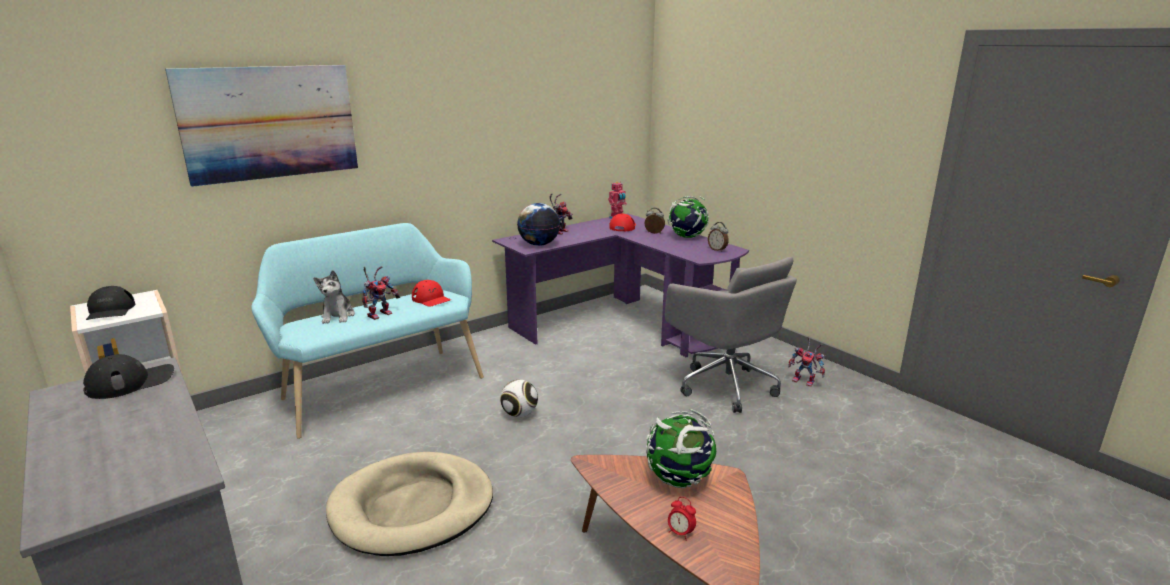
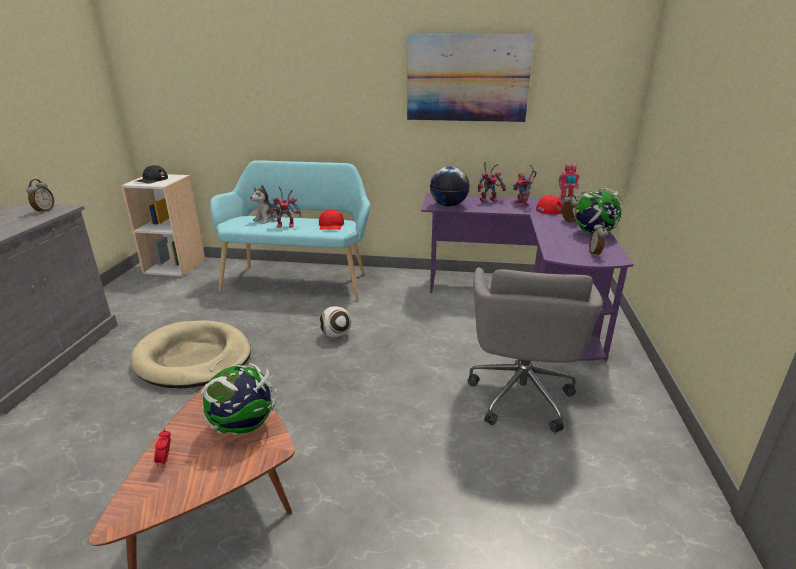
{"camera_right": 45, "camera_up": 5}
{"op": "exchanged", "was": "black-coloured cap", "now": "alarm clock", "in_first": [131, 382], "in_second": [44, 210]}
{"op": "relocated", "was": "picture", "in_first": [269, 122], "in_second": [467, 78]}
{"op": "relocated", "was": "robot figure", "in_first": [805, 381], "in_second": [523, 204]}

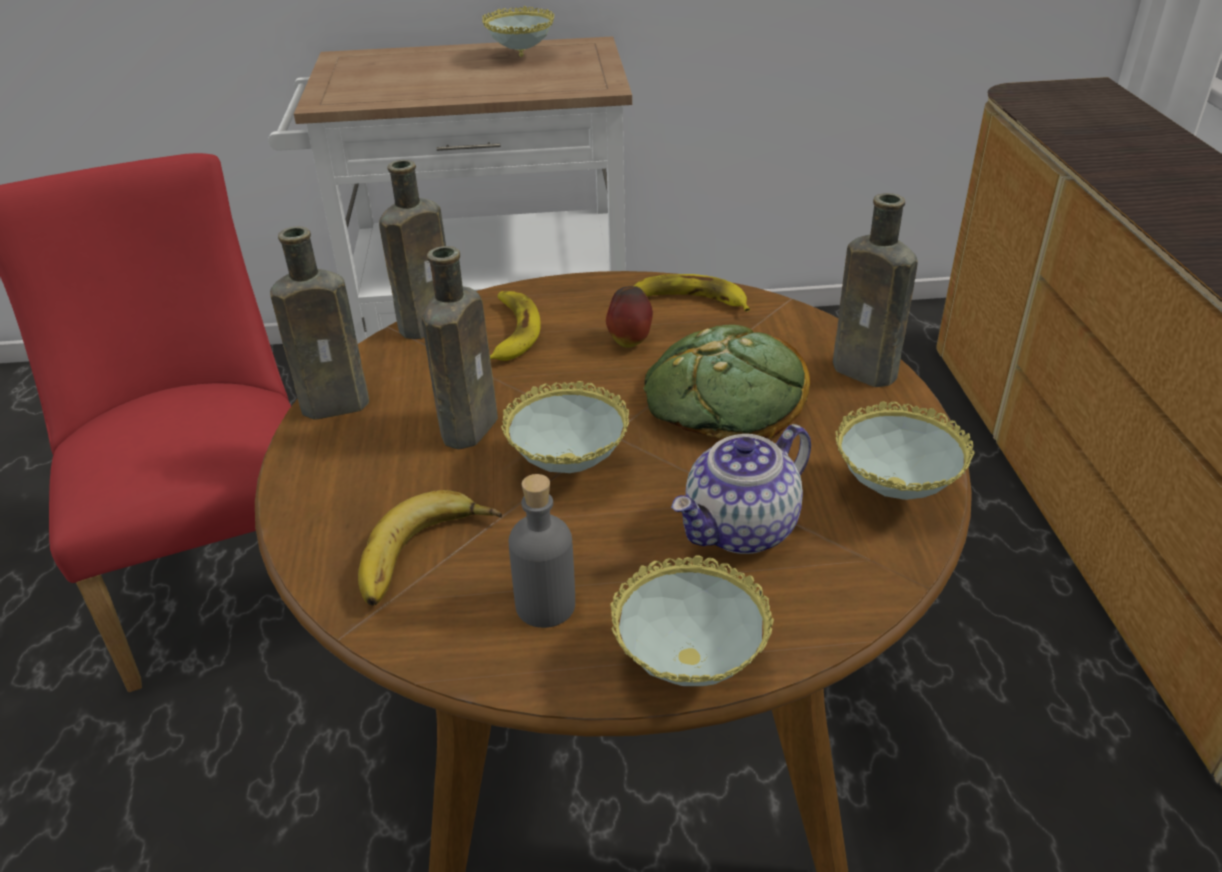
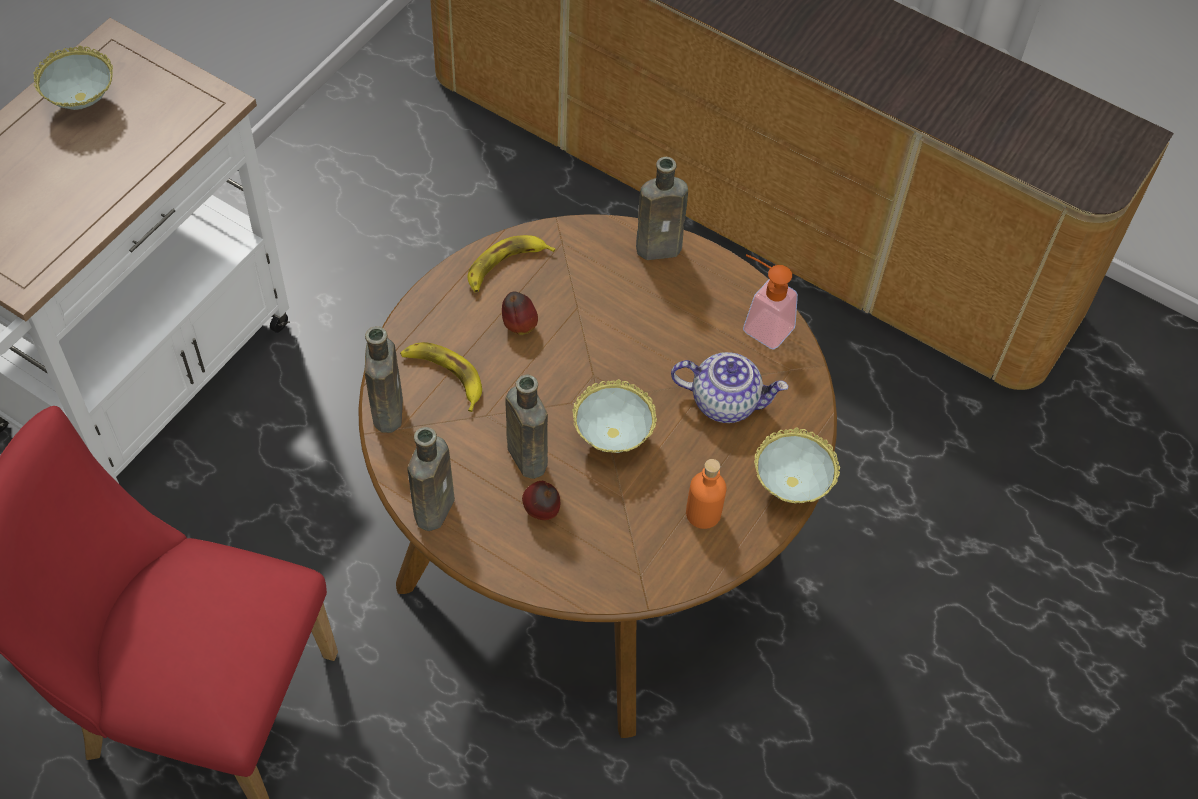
{"camera_right": -55, "camera_up": 20}
{"op": "missing", "was": "banana", "in_first": [428, 558]}
{"op": "colour", "was": "greyish bottle", "now": "orangey bottle", "in_first": [545, 605], "in_second": [703, 513]}
{"op": "missing", "was": "bread", "in_first": [725, 397]}
{"op": "spun", "was": "pot for tea", "in_first": [741, 529], "in_second": [726, 401], "clockwise": -75}
{"op": "exchanged", "was": "bowl", "now": "liquid soap bottle", "in_first": [893, 496], "in_second": [760, 324]}
{"op": "appeared", "now": "apple fruit", "in_second": [542, 512]}

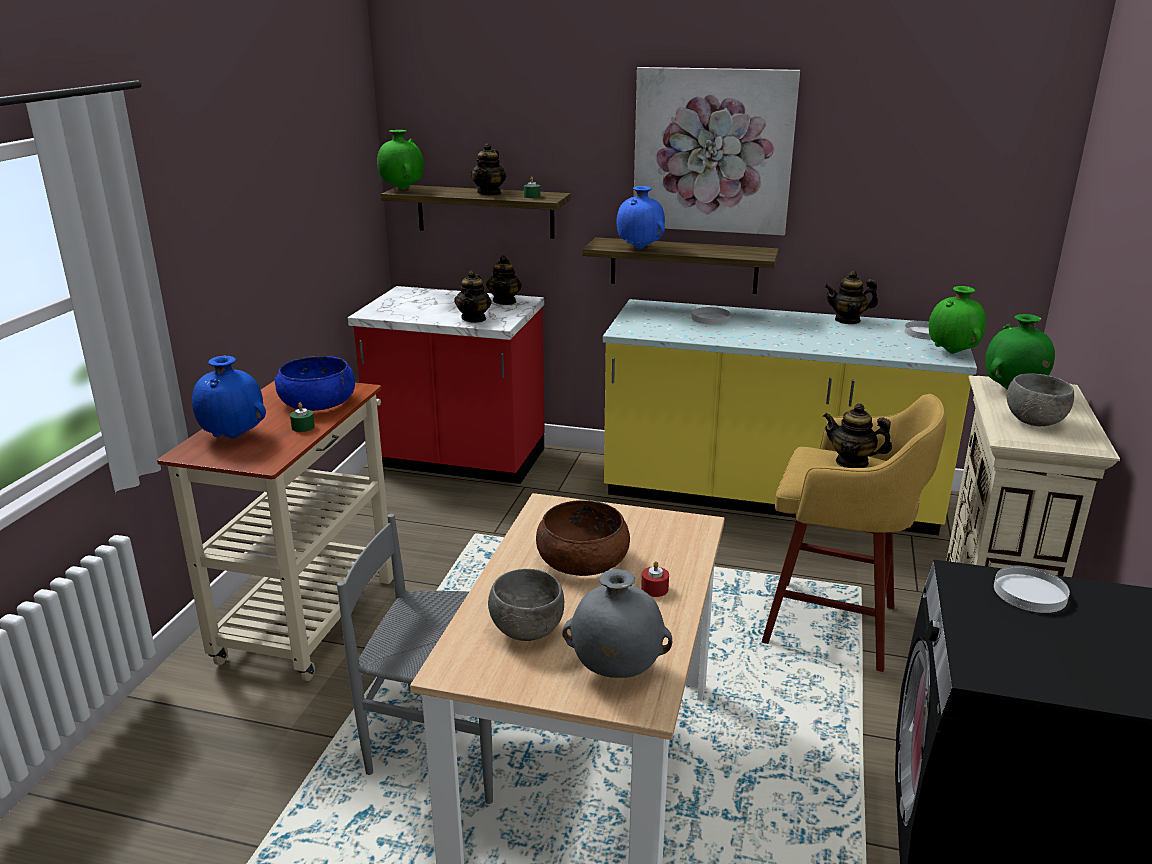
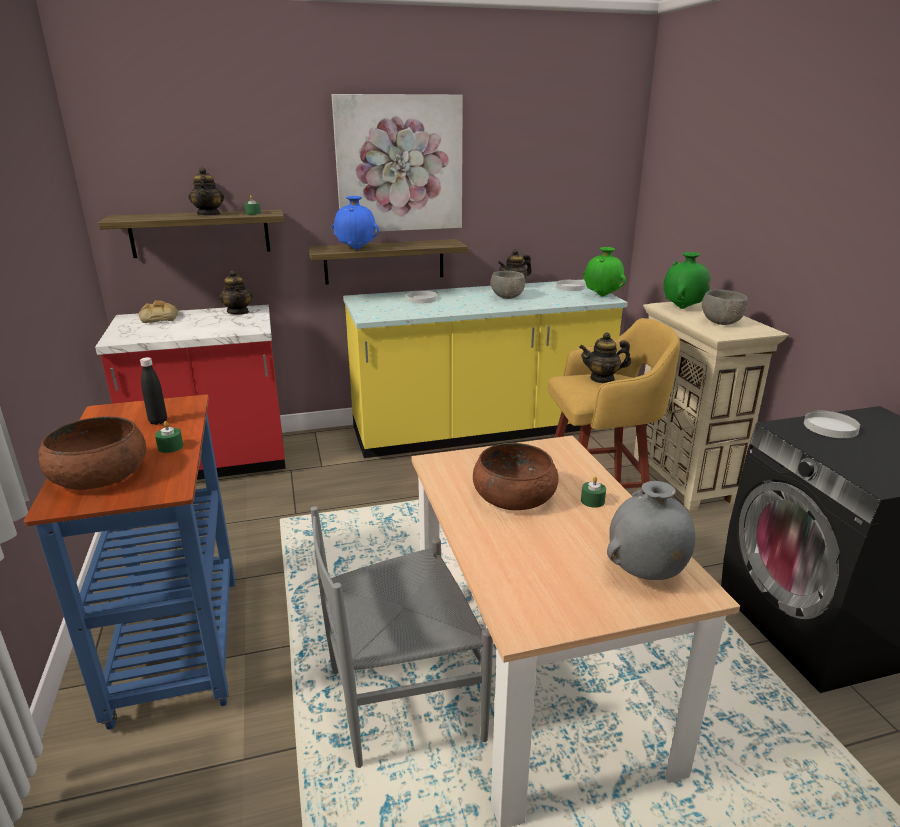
{"camera_right": -30, "camera_up": 0}
{"op": "colour", "was": "beige trolley", "now": "blue-coloured trolley", "in_first": [309, 618], "in_second": [178, 645]}
{"op": "exchanged", "was": "blue-coloured vase", "now": "brown-coloured bowl", "in_first": [234, 437], "in_second": [100, 474]}
{"op": "exchanged", "was": "blue-coloured bowl", "now": "black-coloured bottle", "in_first": [317, 402], "in_second": [158, 421]}
{"op": "missing", "was": "greenish vase", "in_first": [402, 189]}
{"op": "missing", "was": "pot for tea", "in_first": [474, 319]}
{"op": "relocated", "was": "greyish bowl", "in_first": [526, 631], "in_second": [507, 297]}
{"op": "colour", "was": "red candle", "now": "greenish candle", "in_first": [654, 589], "in_second": [592, 501]}
{"op": "appeared", "now": "bread", "in_second": [159, 318]}

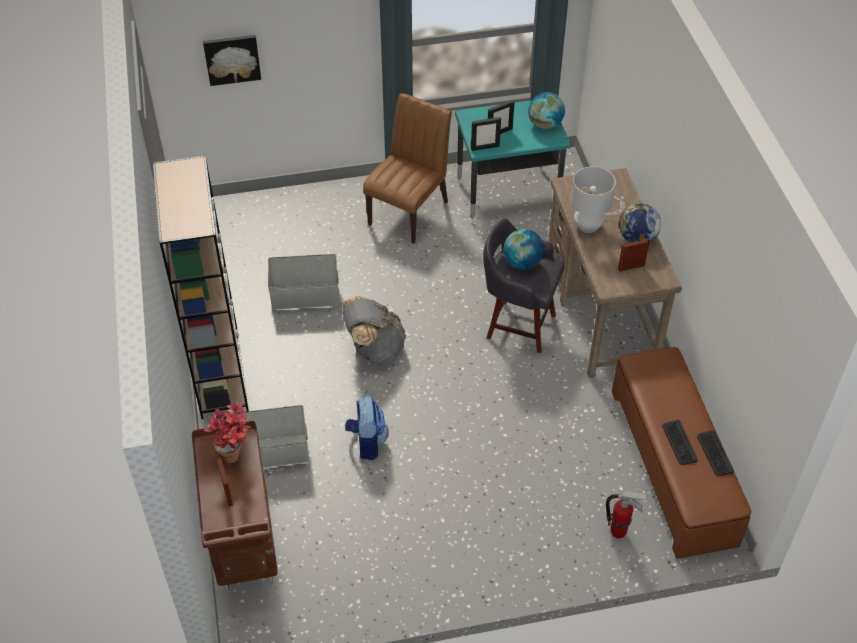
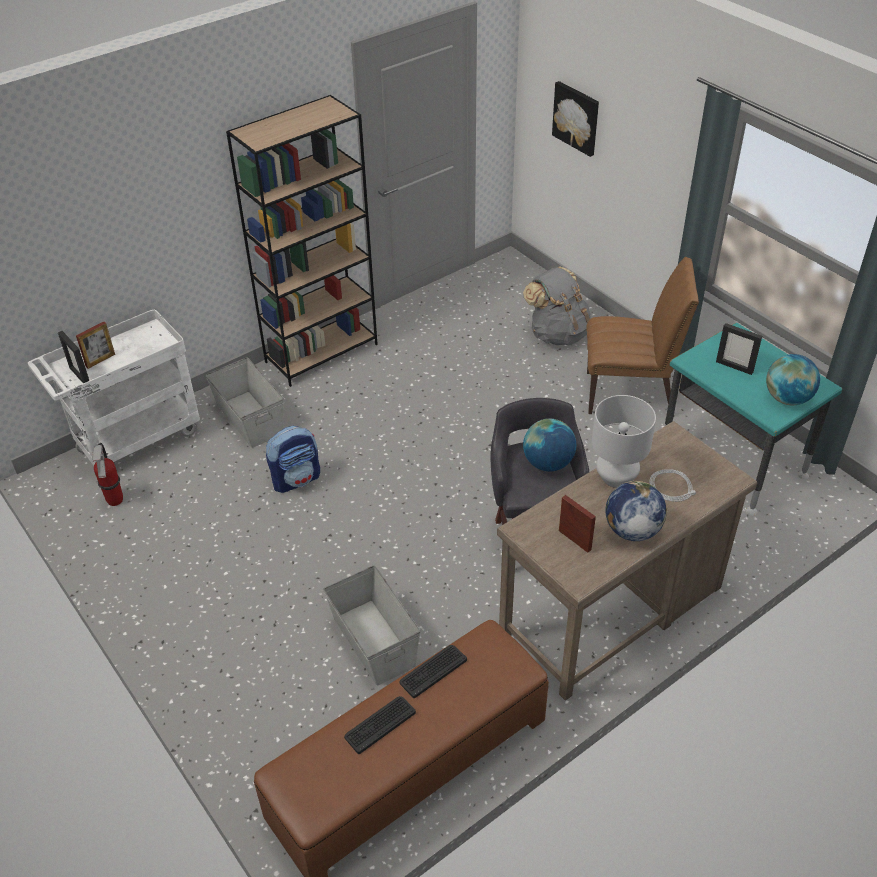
{"camera_right": 65, "camera_up": -5}
{"op": "colour", "was": "brown-coloured trolley", "now": "white-coloured trolley", "in_first": [244, 547], "in_second": [134, 444]}
{"op": "missing", "was": "plant in a pot", "in_first": [235, 453]}
{"op": "relocated", "was": "greyish storage container", "in_first": [305, 295], "in_second": [374, 640]}
{"op": "relocated", "was": "greyish backpack", "in_first": [374, 349], "in_second": [557, 334]}
{"op": "relocated", "was": "standing frame", "in_first": [485, 147], "in_second": [80, 376]}
{"op": "relocated", "was": "fire extinguisher", "in_first": [619, 532], "in_second": [115, 501]}
{"op": "relocated", "was": "PC keyboard", "in_first": [714, 453], "in_second": [433, 671]}

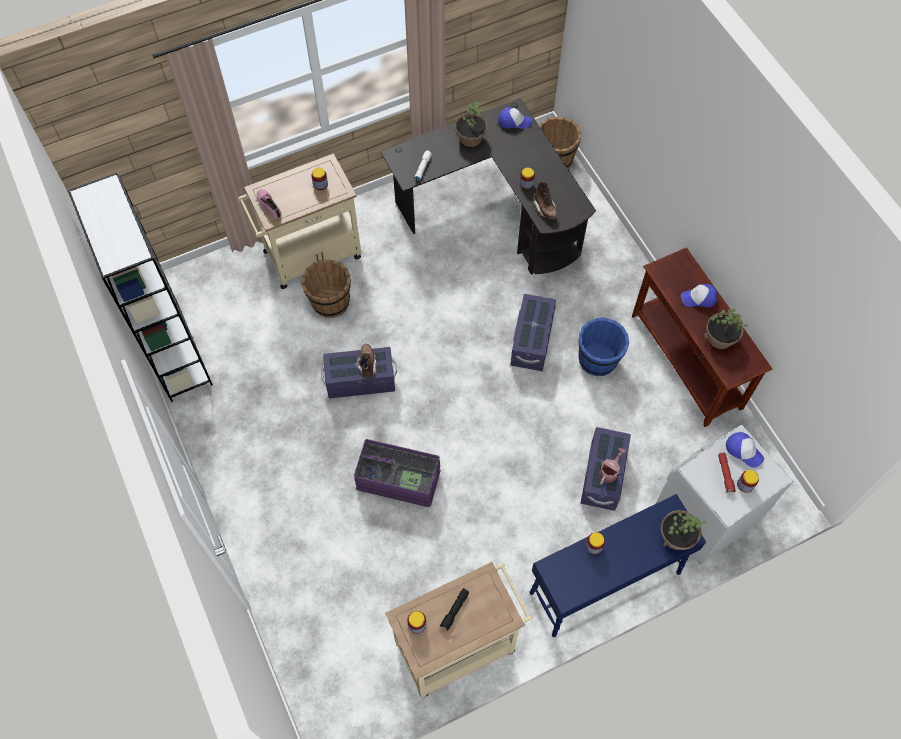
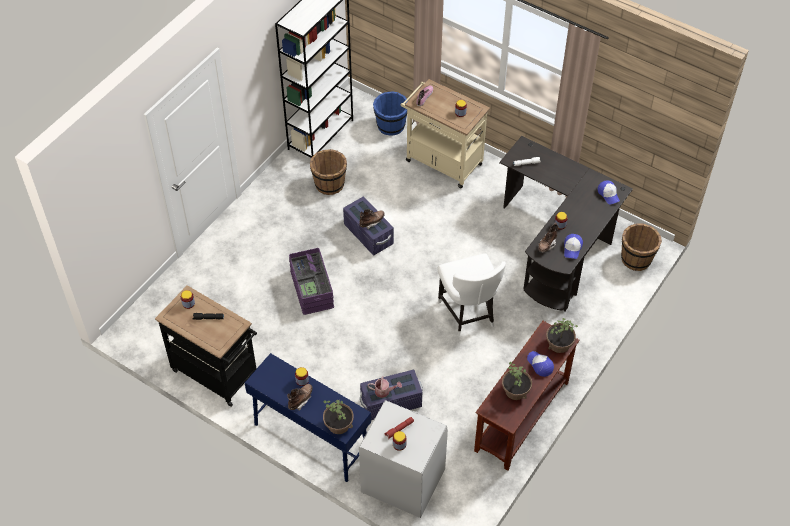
{"camera_right": 60, "camera_up": -10}
{"op": "relocated", "was": "brown-coloured water bucket", "in_first": [330, 302], "in_second": [329, 184]}
{"op": "colour", "was": "beige trolley", "now": "black-coloured trolley", "in_first": [458, 646], "in_second": [217, 375]}
{"op": "relocated", "was": "plant in a pot", "in_first": [470, 138], "in_second": [559, 344]}
{"op": "exchanged", "was": "purple-coloured storage container", "now": "white-coloured chair", "in_first": [531, 341], "in_second": [468, 314]}
{"op": "relocated", "was": "blue-coloured water bucket", "in_first": [598, 360], "in_second": [391, 126]}
{"op": "relocated", "was": "cap", "in_first": [743, 450], "in_second": [572, 248]}
{"op": "appeared", "now": "brown-coloured boot", "in_second": [300, 400]}

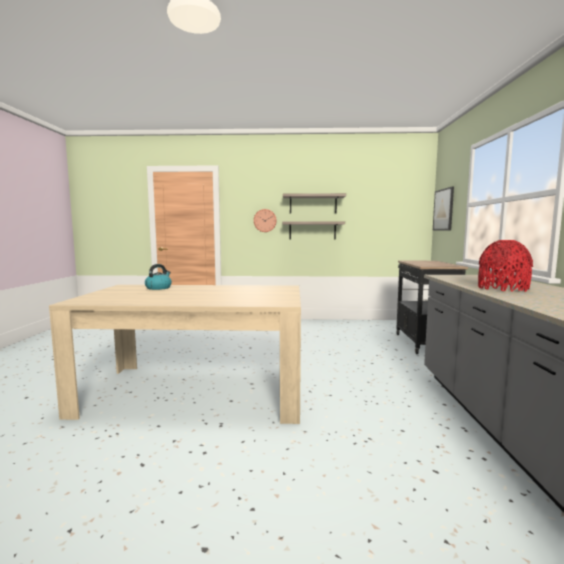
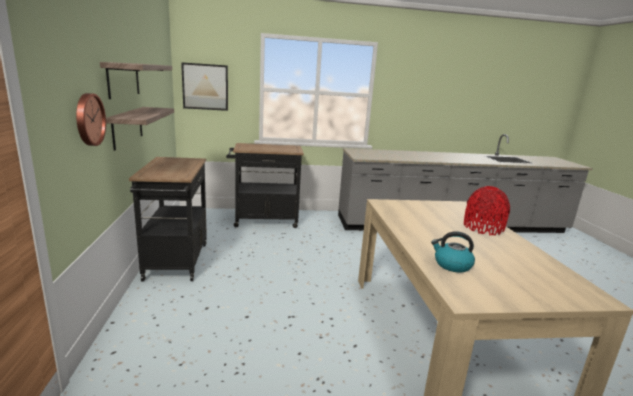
{"camera_right": -100, "camera_up": 10}
{"op": "relocated", "was": "red vase", "in_first": [502, 288], "in_second": [483, 228]}
{"op": "appeared", "now": "black-coloured trolley", "in_second": [176, 263]}

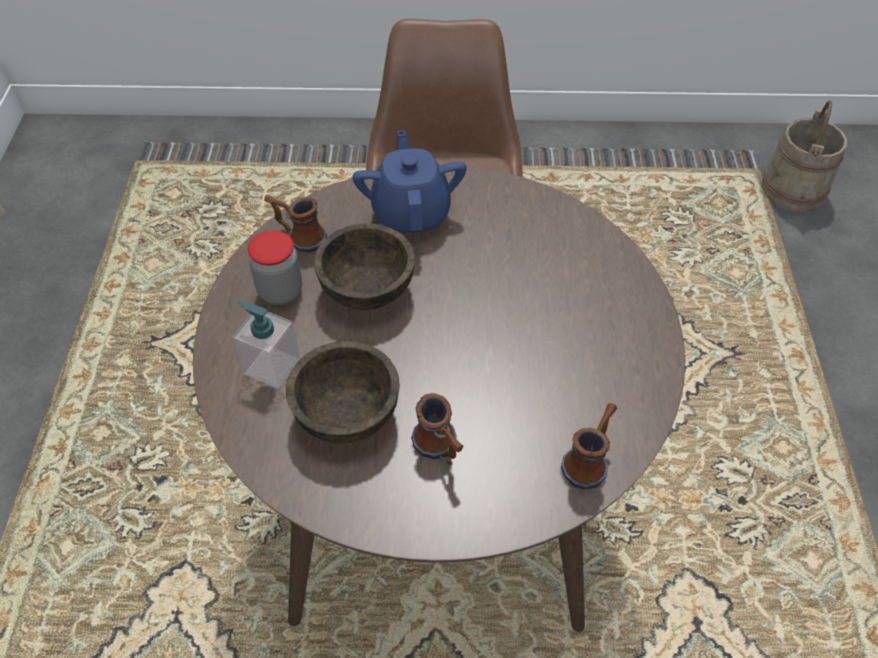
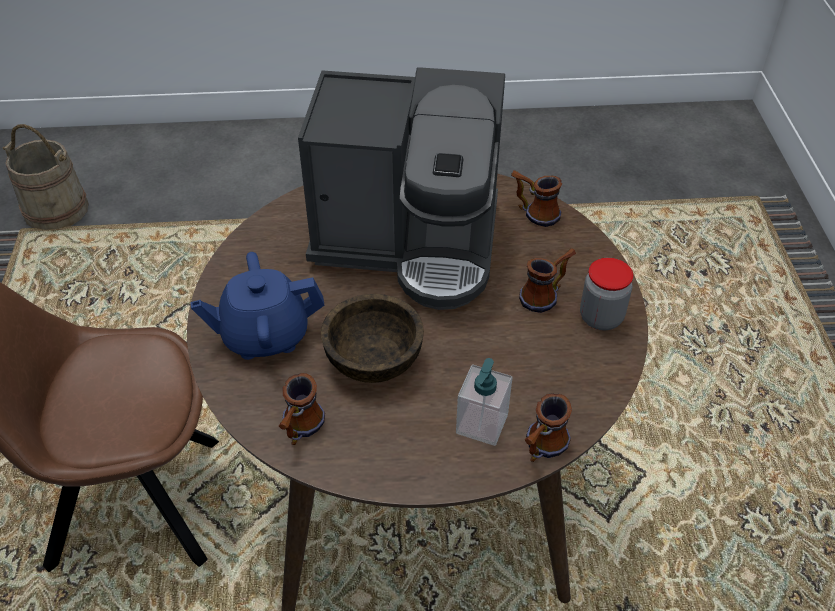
{"camera_right": -95, "camera_up": -5}
{"op": "relocated", "was": "storage jar", "in_first": [280, 291], "in_second": [601, 317]}
{"op": "missing", "was": "brown-coloured bowl", "in_first": [346, 413]}
{"op": "appeared", "now": "coffee machine", "in_second": [410, 242]}
{"op": "appeared", "now": "mug", "in_second": [541, 448]}

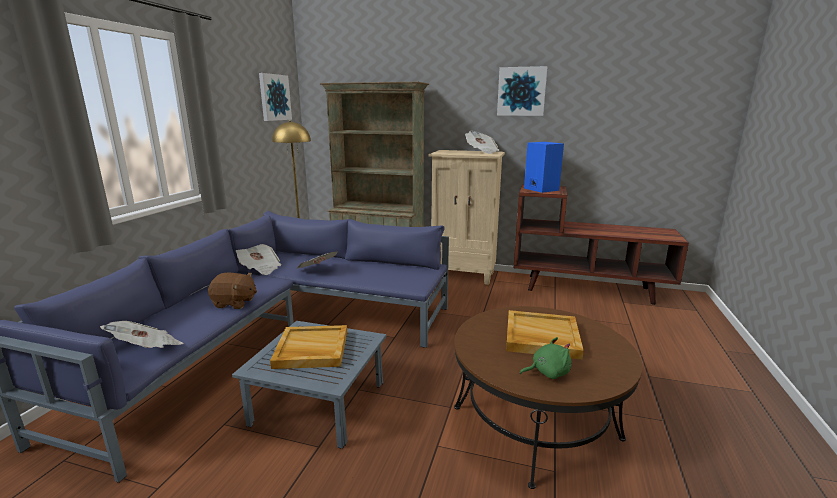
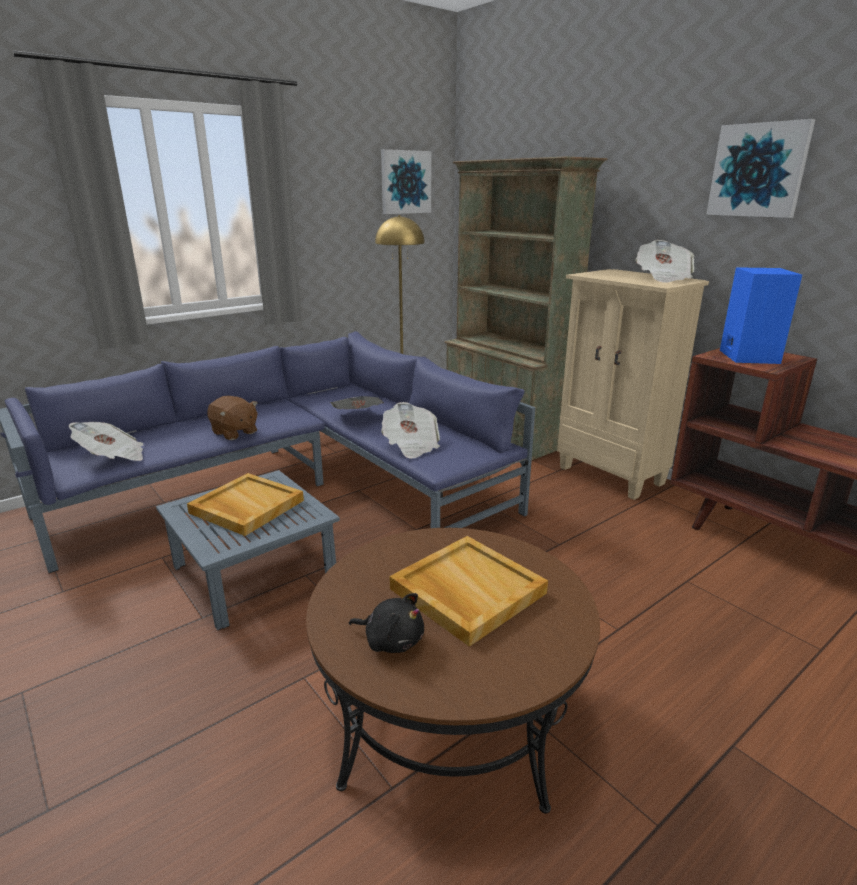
{"camera_right": 35, "camera_up": 5}
{"op": "relocated", "was": "printed paper", "in_first": [260, 268], "in_second": [411, 445]}
{"op": "colour", "was": "greenish cuddly toy", "now": "black-coloured cuddly toy", "in_first": [547, 372], "in_second": [391, 640]}

